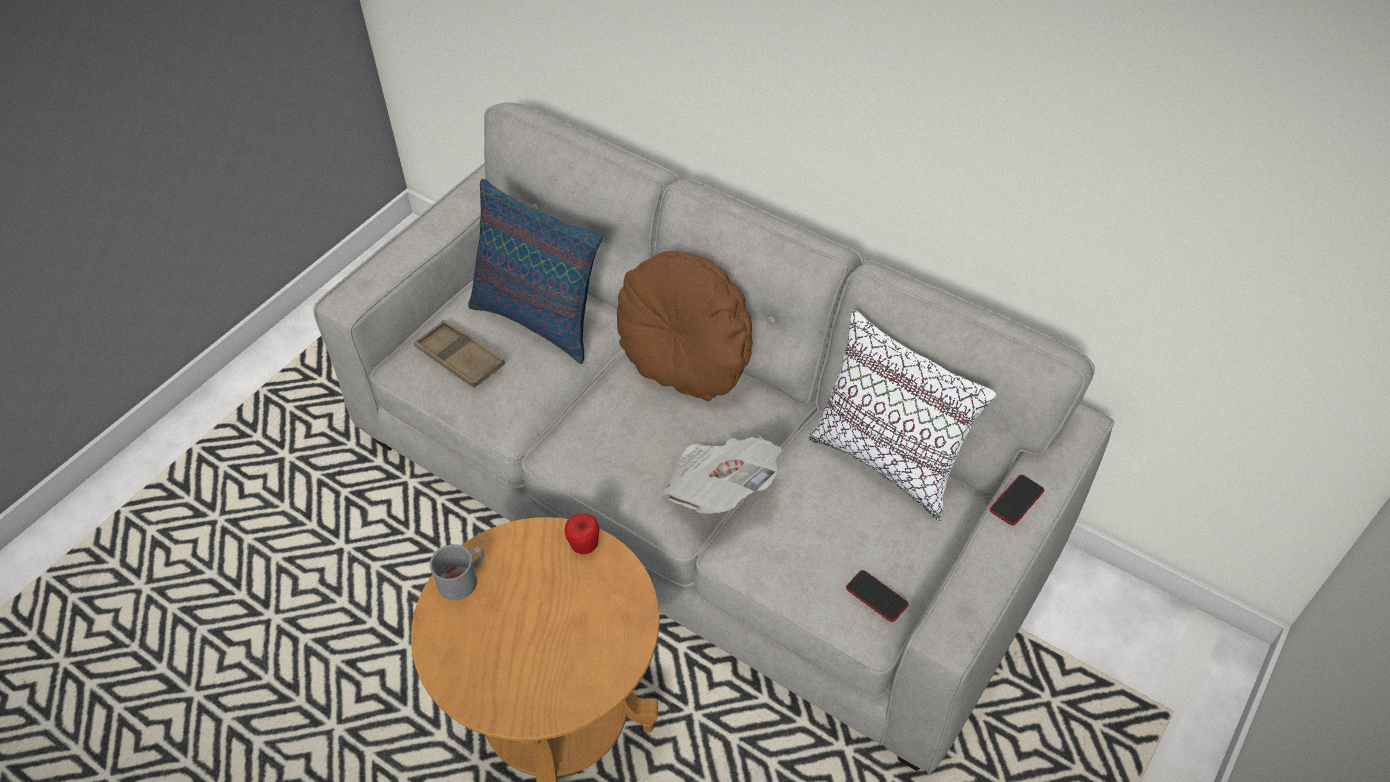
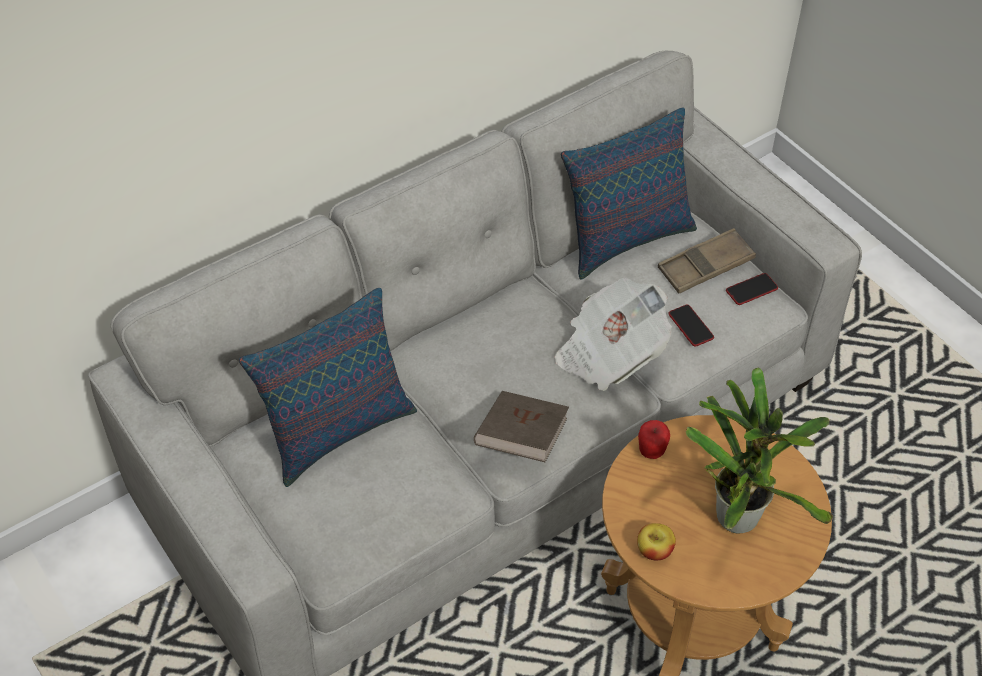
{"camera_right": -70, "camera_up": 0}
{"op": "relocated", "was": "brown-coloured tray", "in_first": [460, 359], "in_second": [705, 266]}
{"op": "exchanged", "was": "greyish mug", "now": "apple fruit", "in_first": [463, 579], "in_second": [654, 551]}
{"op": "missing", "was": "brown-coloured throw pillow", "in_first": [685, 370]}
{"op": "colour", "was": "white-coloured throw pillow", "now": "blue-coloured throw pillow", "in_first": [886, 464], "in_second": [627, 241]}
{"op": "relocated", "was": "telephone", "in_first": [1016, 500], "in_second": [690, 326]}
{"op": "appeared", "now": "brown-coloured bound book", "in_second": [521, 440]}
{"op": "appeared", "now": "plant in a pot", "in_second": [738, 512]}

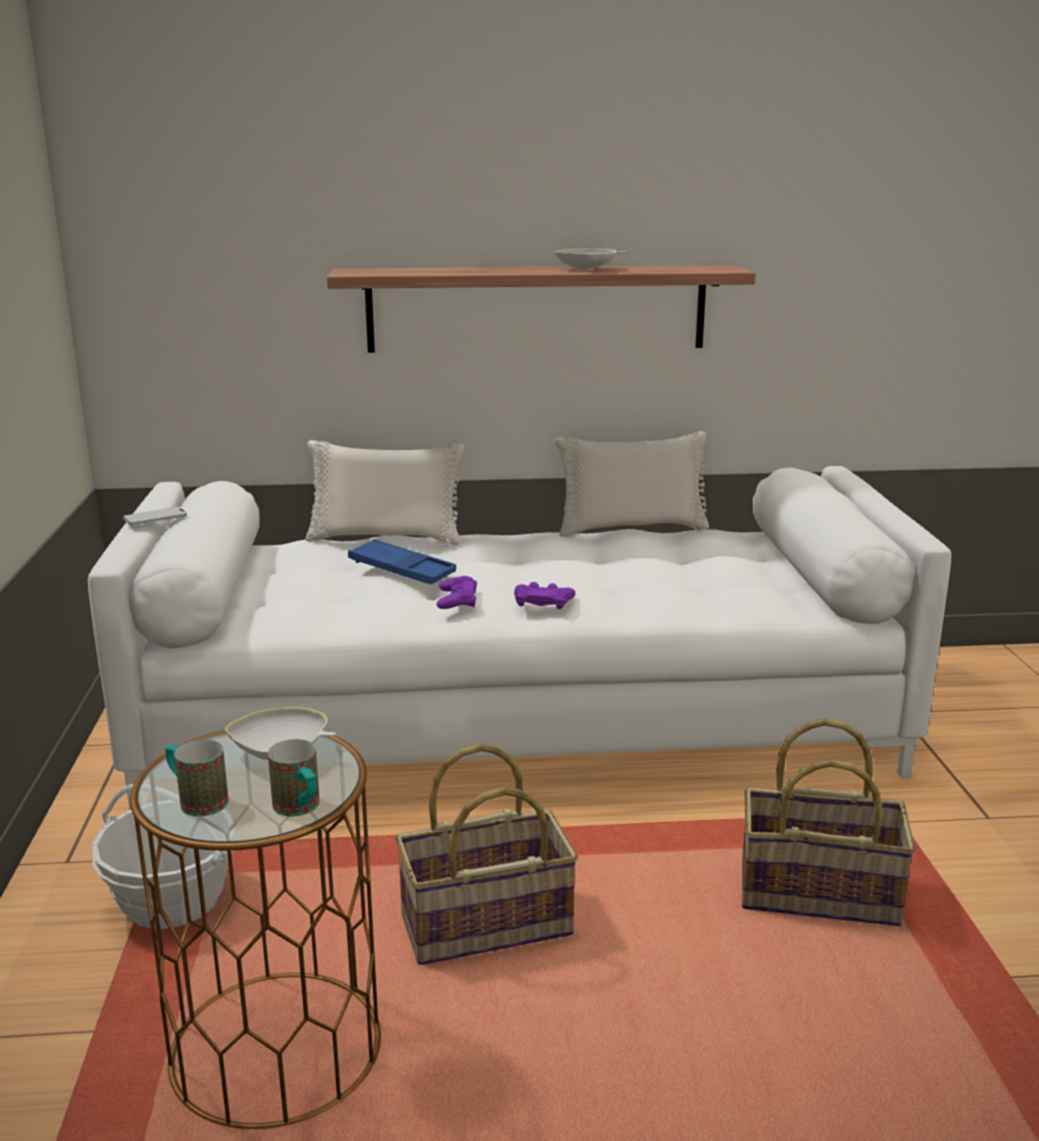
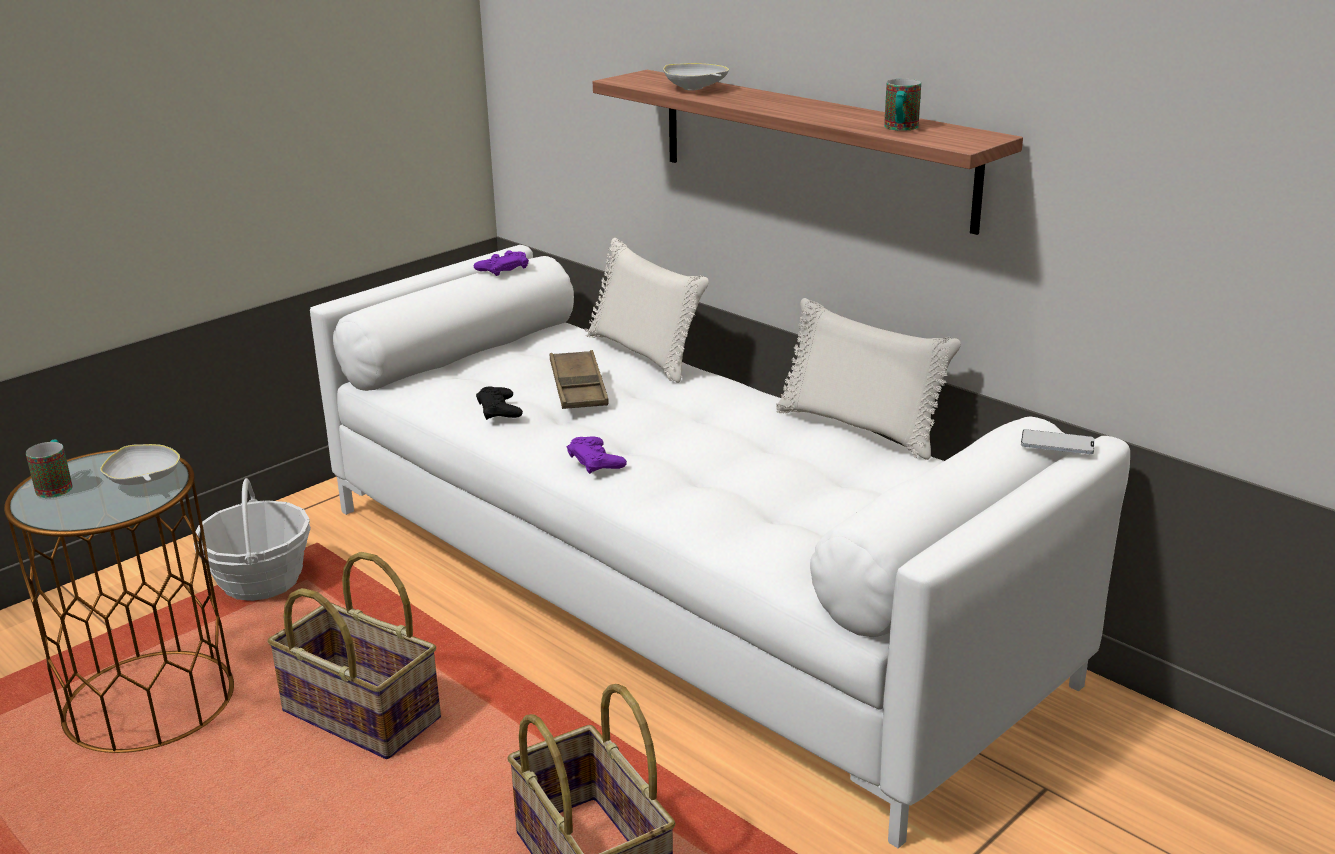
{"camera_right": 50, "camera_up": 5}
{"op": "relocated", "was": "telephone", "in_first": [155, 517], "in_second": [1057, 444]}
{"op": "relocated", "was": "mug", "in_first": [300, 809], "in_second": [900, 128]}
{"op": "colour", "was": "blue-coloured tray", "now": "brown-coloured tray", "in_first": [402, 570], "in_second": [578, 387]}
{"op": "relocated", "was": "purple-coloured game controller", "in_first": [457, 599], "in_second": [502, 268]}
{"op": "relocated", "was": "white-coloured bowl", "in_first": [589, 269], "in_second": [694, 89]}
{"op": "appeared", "now": "black-coloured game controller", "in_second": [499, 409]}

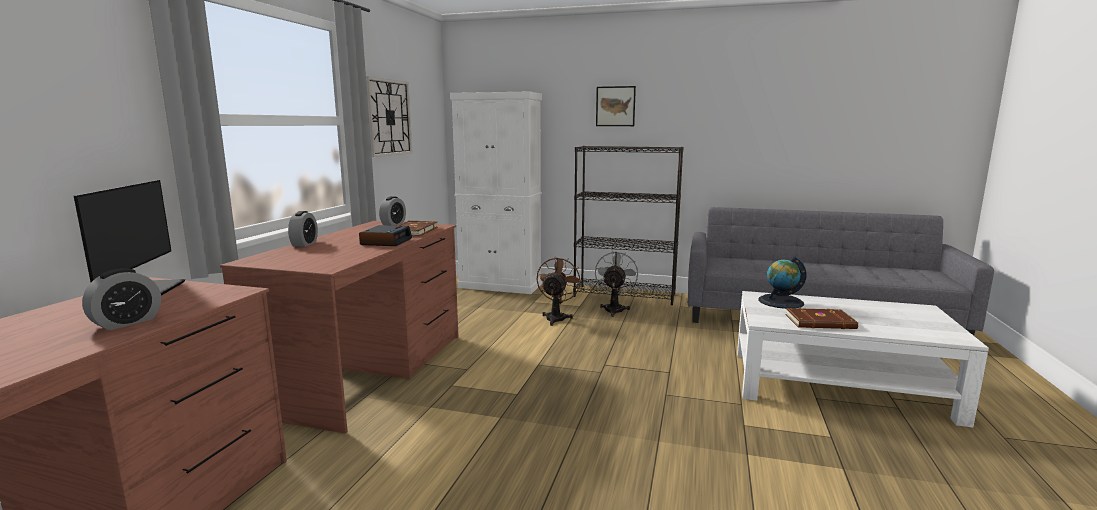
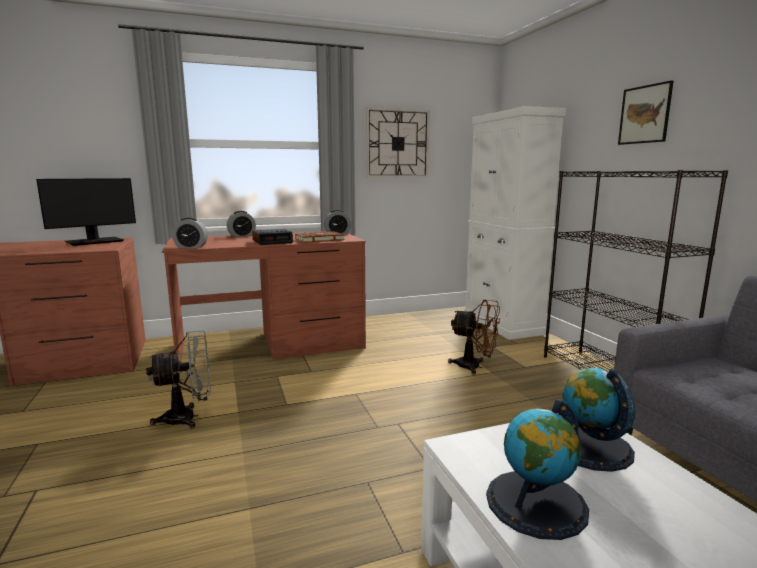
{"camera_right": 55, "camera_up": 0}
{"op": "relocated", "was": "alarm clock", "in_first": [127, 322], "in_second": [191, 247]}
{"op": "spun", "was": "brown-coloured electric fan", "in_first": [557, 317], "in_second": [475, 367], "clockwise": 45}
{"op": "relocated", "was": "greyish electric fan", "in_first": [614, 309], "in_second": [188, 417]}
{"op": "exchanged", "was": "brown-coloured bound book", "now": "world globe", "in_first": [820, 322], "in_second": [536, 503]}

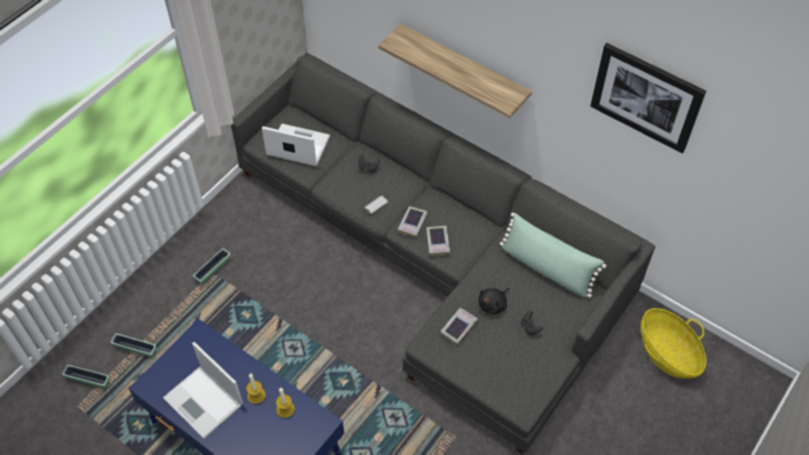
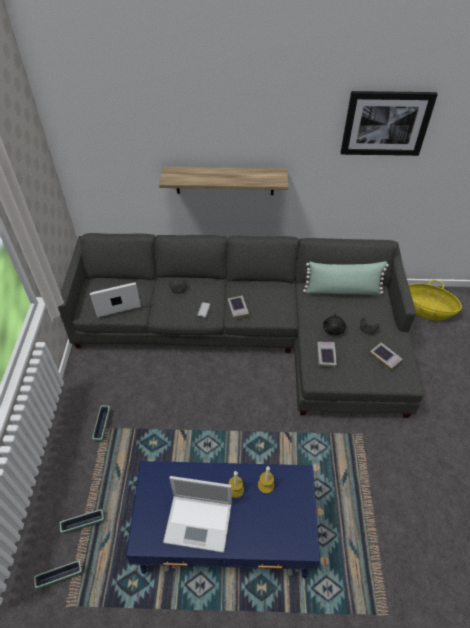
{"camera_right": -35, "camera_up": -5}
{"op": "relocated", "was": "bound book", "in_first": [438, 242], "in_second": [385, 357]}

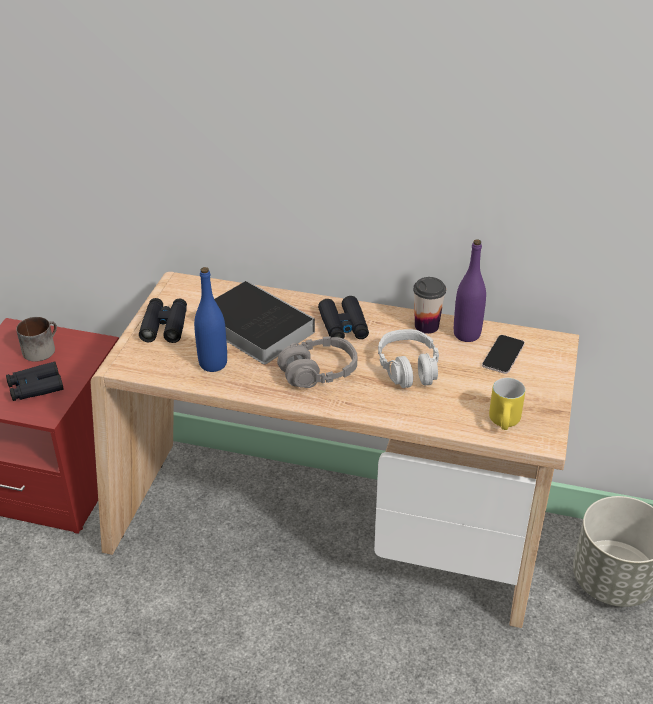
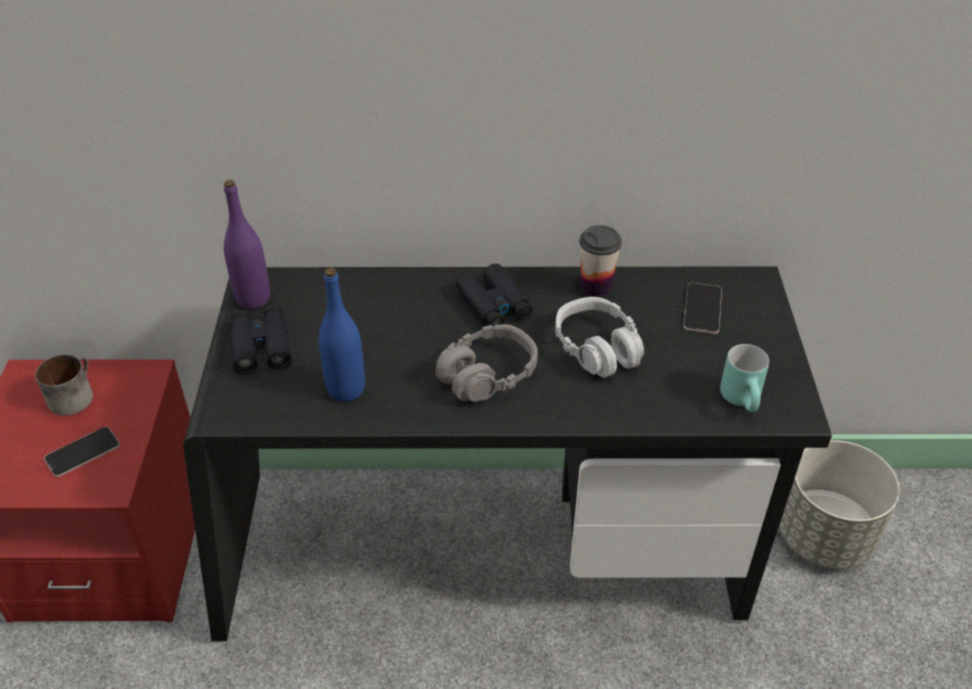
{"camera_right": -15, "camera_up": 5}
{"op": "exchanged", "was": "black-coloured field glasses", "now": "telephone", "in_first": [35, 387], "in_second": [82, 452]}
{"op": "colour", "was": "beige desk table", "now": "black-coloured desk table", "in_first": [326, 537], "in_second": [486, 556]}
{"op": "missing", "was": "bound book", "in_first": [252, 327]}
{"op": "relocated", "was": "purple-coloured bottle", "in_first": [466, 334], "in_second": [253, 298]}
{"op": "colour", "was": "yellow mug", "now": "turquoise-coloured mug", "in_first": [506, 424], "in_second": [744, 401]}

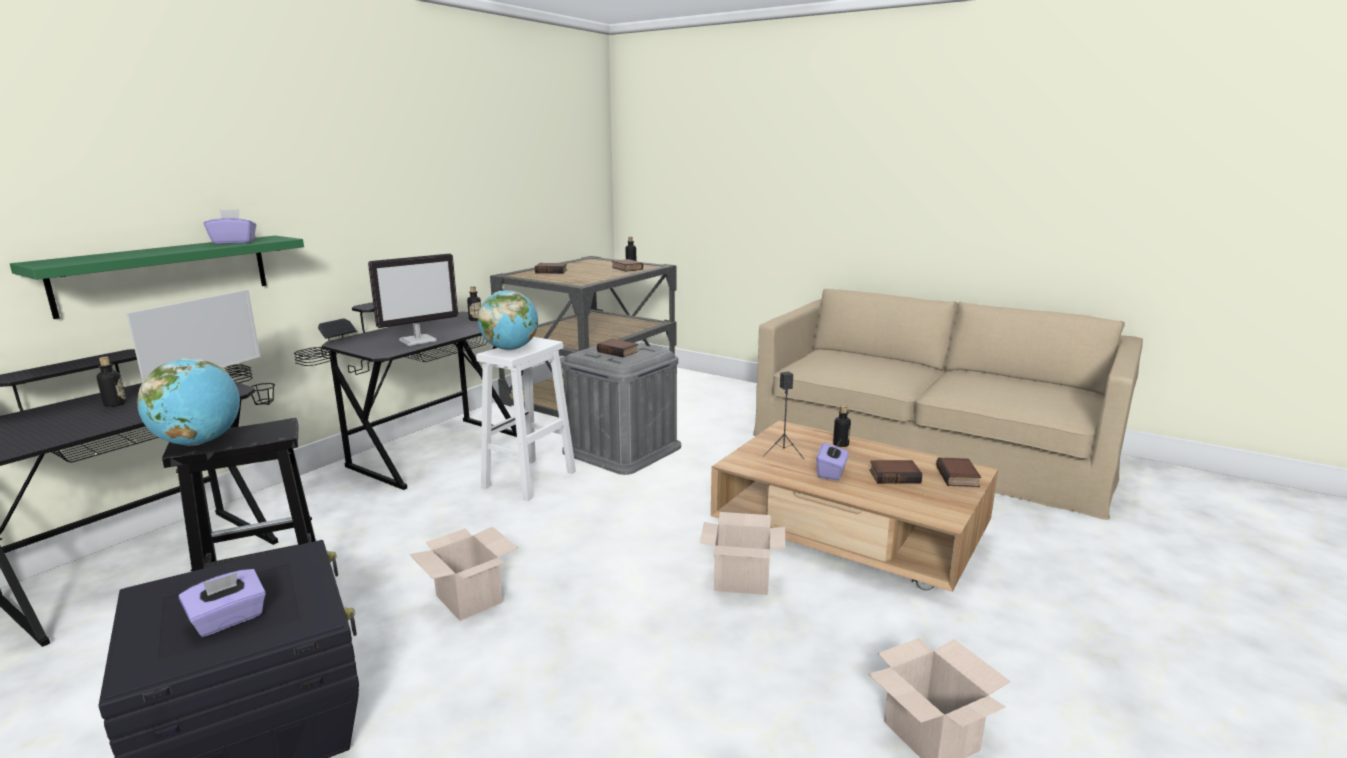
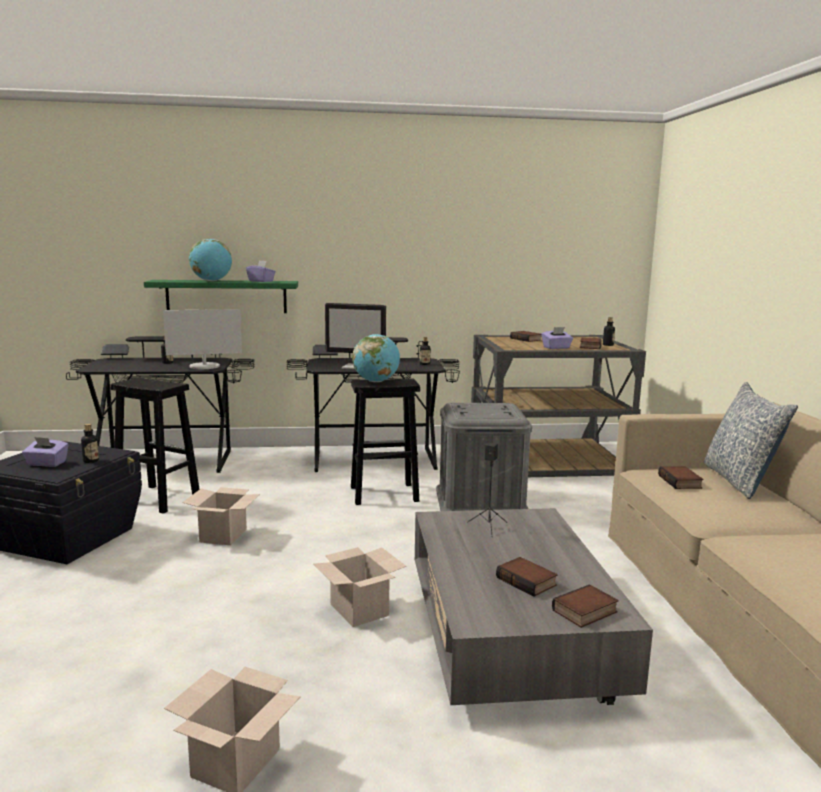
{"camera_right": 50, "camera_up": -5}
{"op": "relocated", "was": "world globe", "in_first": [199, 442], "in_second": [211, 281]}
{"op": "colour", "was": "white-coloured stool", "now": "black-coloured stool", "in_first": [528, 480], "in_second": [382, 494]}
{"op": "relocated", "was": "bound book", "in_first": [619, 351], "in_second": [681, 482]}
{"op": "colour", "was": "brown-coloured low table", "now": "greyish low table", "in_first": [849, 531], "in_second": [510, 631]}
{"op": "relocated", "was": "purple-coloured tissue box", "in_first": [831, 472], "in_second": [556, 348]}
{"op": "relocated", "was": "bottle", "in_first": [841, 444], "in_second": [91, 461]}
{"op": "appeared", "now": "throw pillow", "in_second": [740, 481]}

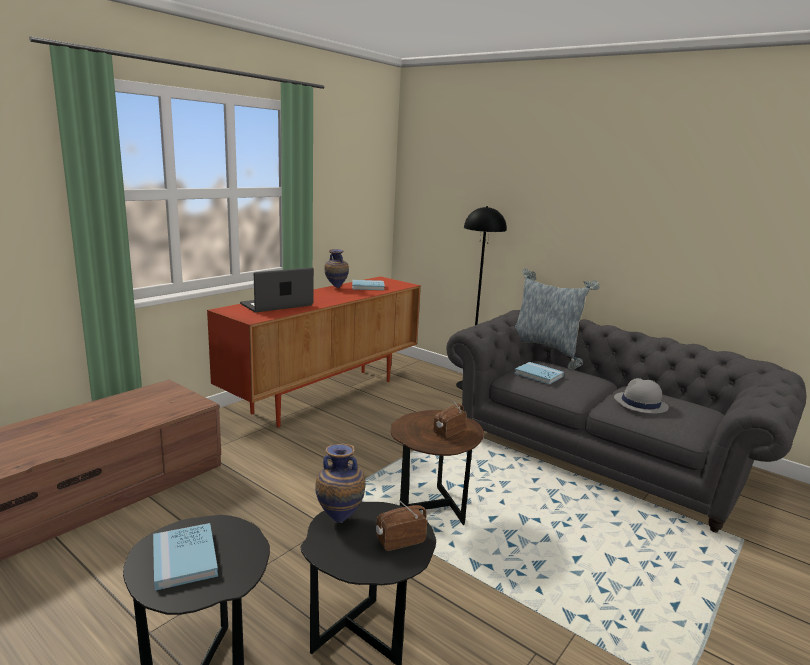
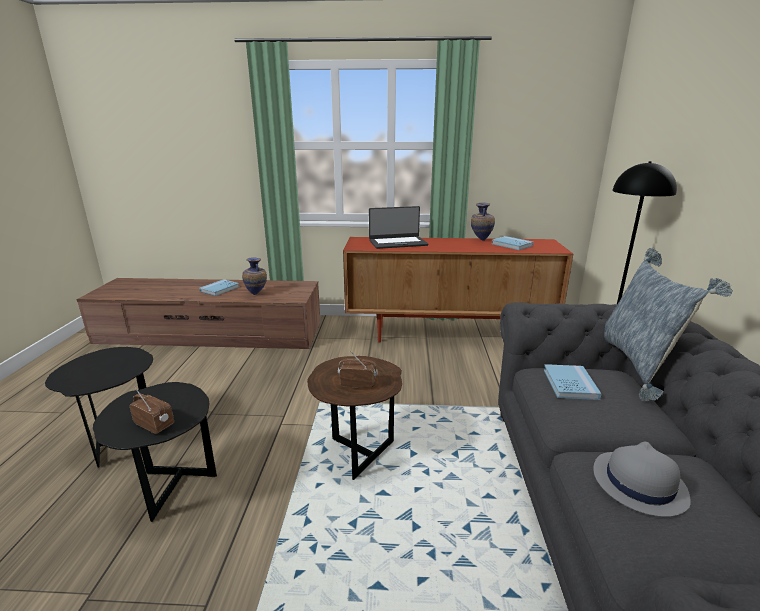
{"camera_right": 55, "camera_up": 5}
{"op": "relocated", "was": "blue-coloured bound book", "in_first": [184, 558], "in_second": [219, 289]}
{"op": "spun", "was": "portable computer", "in_first": [277, 305], "in_second": [397, 243], "clockwise": 150}
{"op": "relocated", "was": "vase", "in_first": [340, 518], "in_second": [256, 294]}

